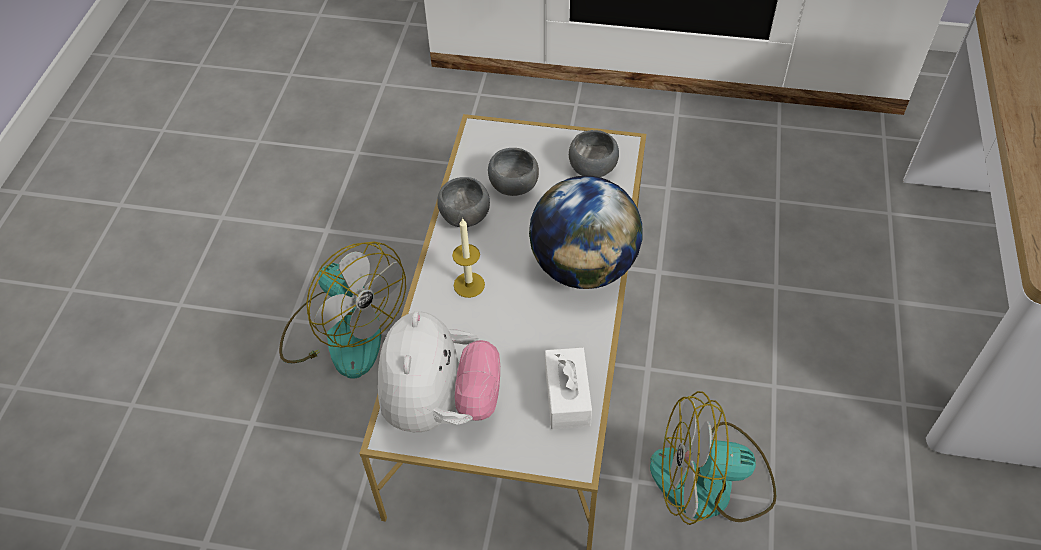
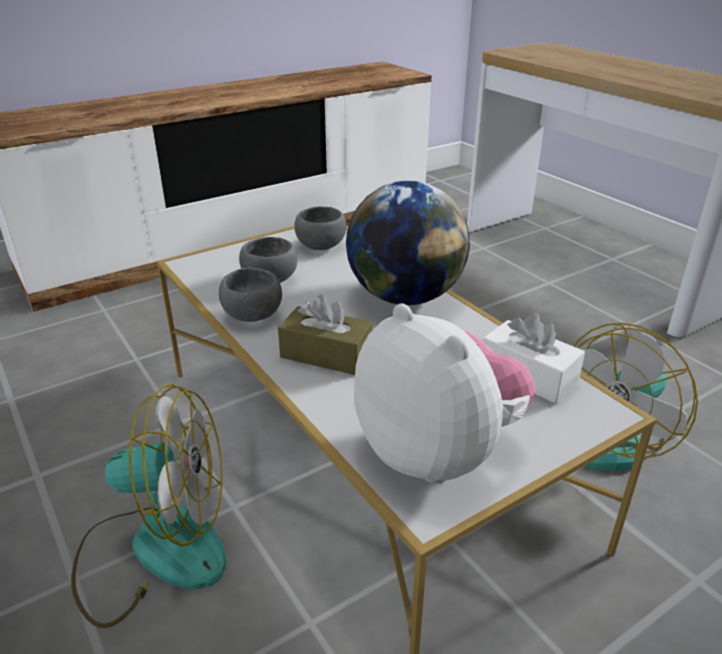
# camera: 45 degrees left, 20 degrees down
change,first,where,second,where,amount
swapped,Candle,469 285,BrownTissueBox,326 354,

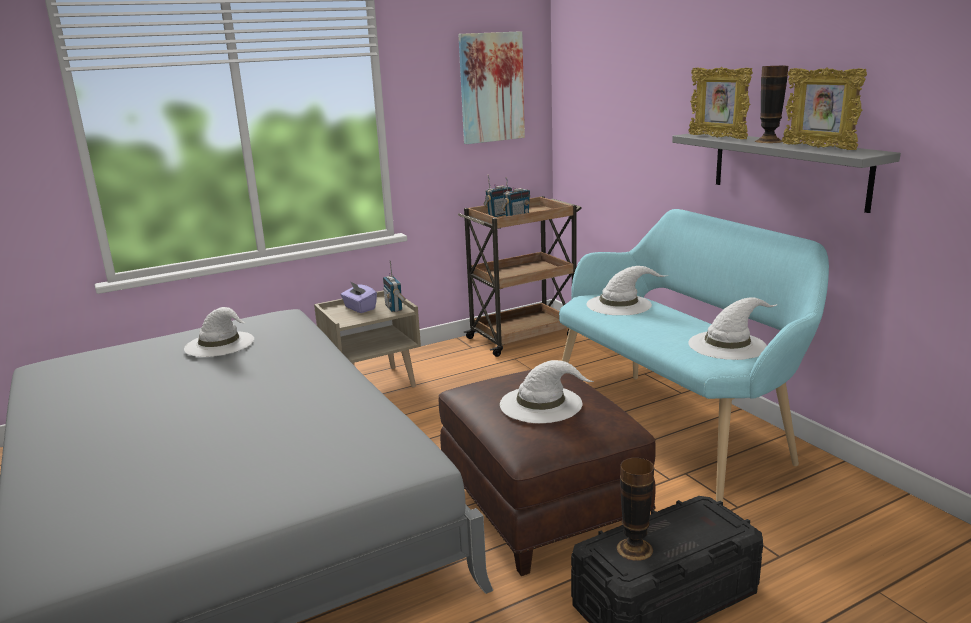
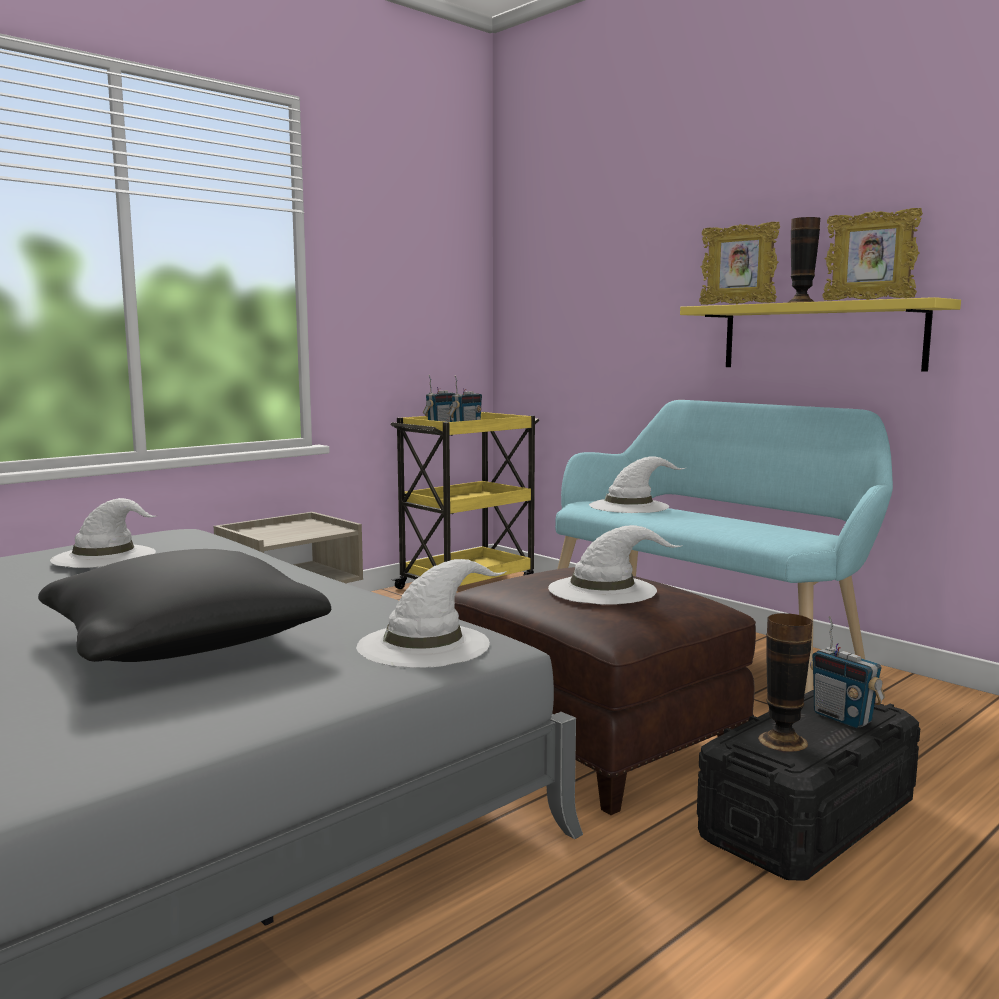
# camera: 15 degrees left, 10 degrees down
change,first,where,second,where,amount
gone,PurpleTissueBox,359 308,,,
gone,Picture,491 87,,,
new,,,BlackPillow,184 642,
shifted,Radio,394 308,,842 718,
shifted,WhiteHat,728 344,,425 644,
repainted,BrownCart,523 336,YellowCart,467 584,
repainted,GreyShelf,788 169,YellowShelf,820 336,

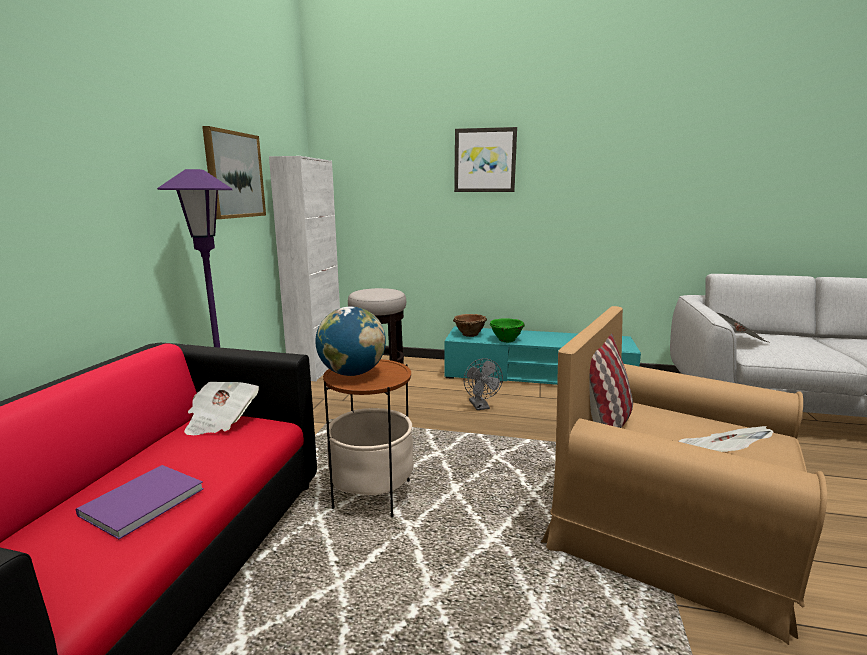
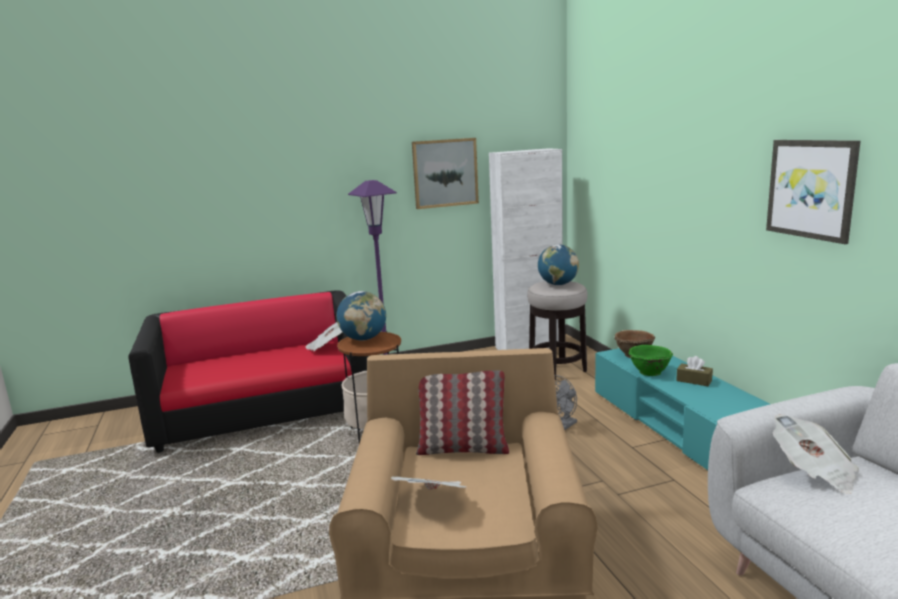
# camera: 60 degrees right, 0 degrees up
change,first,where,second,where,amount
gone,PurpleBook,138 502,,,
new,,,Globe,558 284,
new,,,BrownTissueBox,694 380,
shifted,Picture,485 160,,811 189,

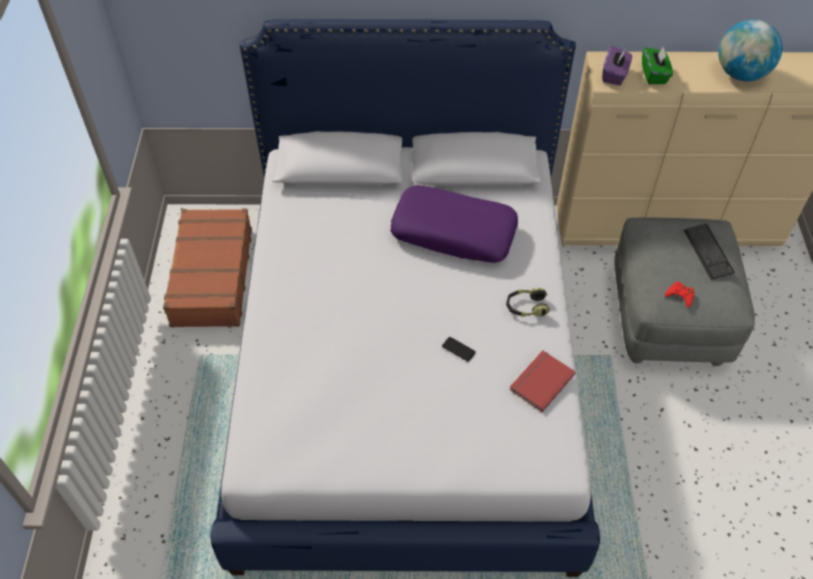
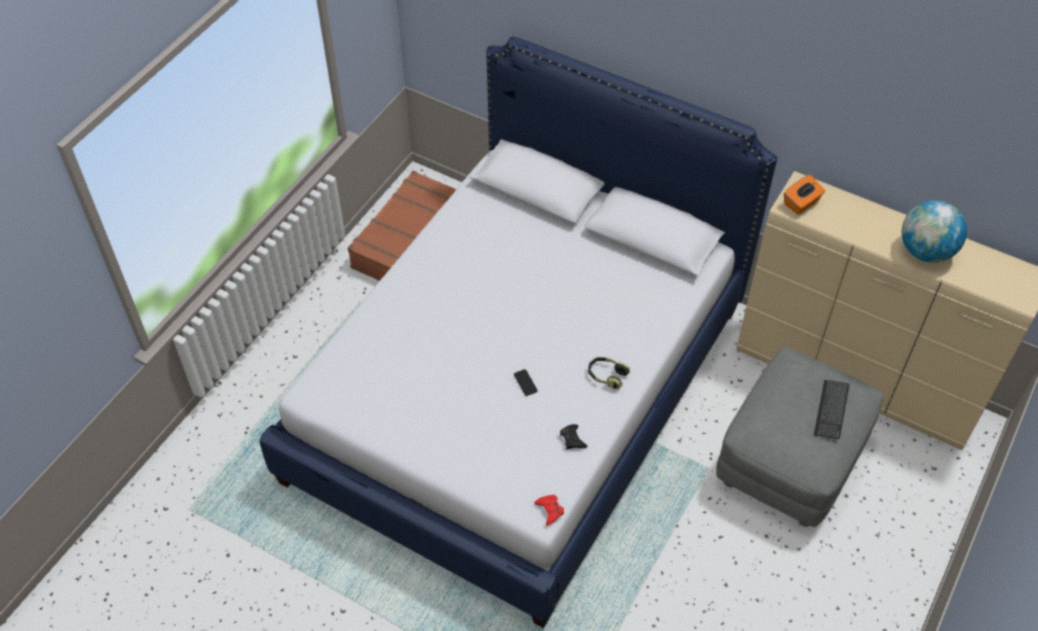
# camera: 30 degrees right, 0 degrees up
change,first,where,second,where,amount
gone,PurplePillow,454 232,,,
gone,GreenTissueBox,654 75,,,
shifted,RedGameController,680 295,,550 510,
swapped,RedBook,540 381,BlackGameController,572 439,
repainted,PurpleTissueBox,614 75,OrangeTissueBox,801 203,

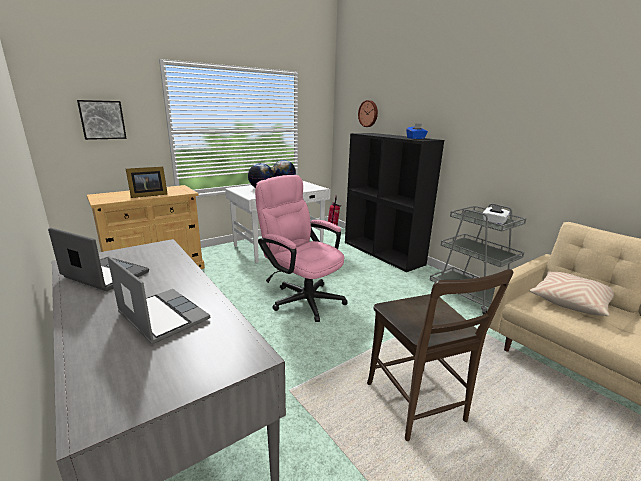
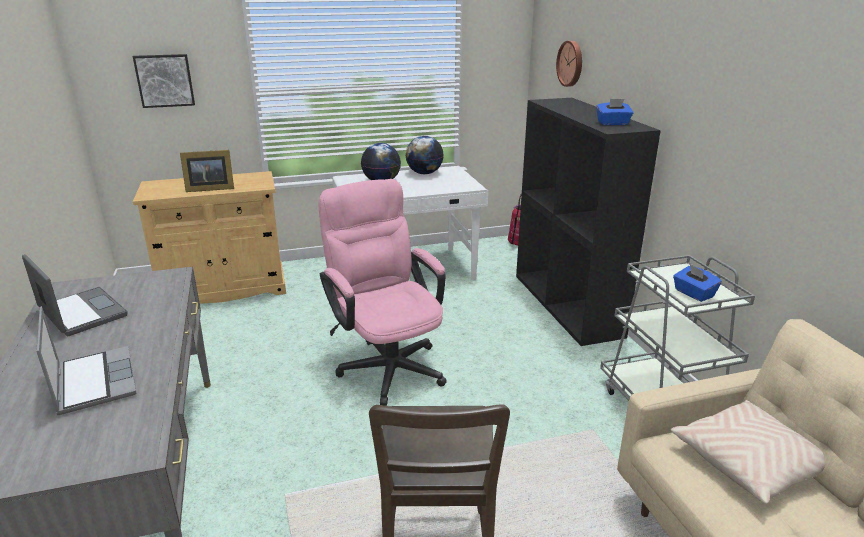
# camera: 20 degrees right, 5 degrees up
change,first,where,second,where,amount
repainted,WhiteTissueBox,494 222,BlueTissueBox,693 294,

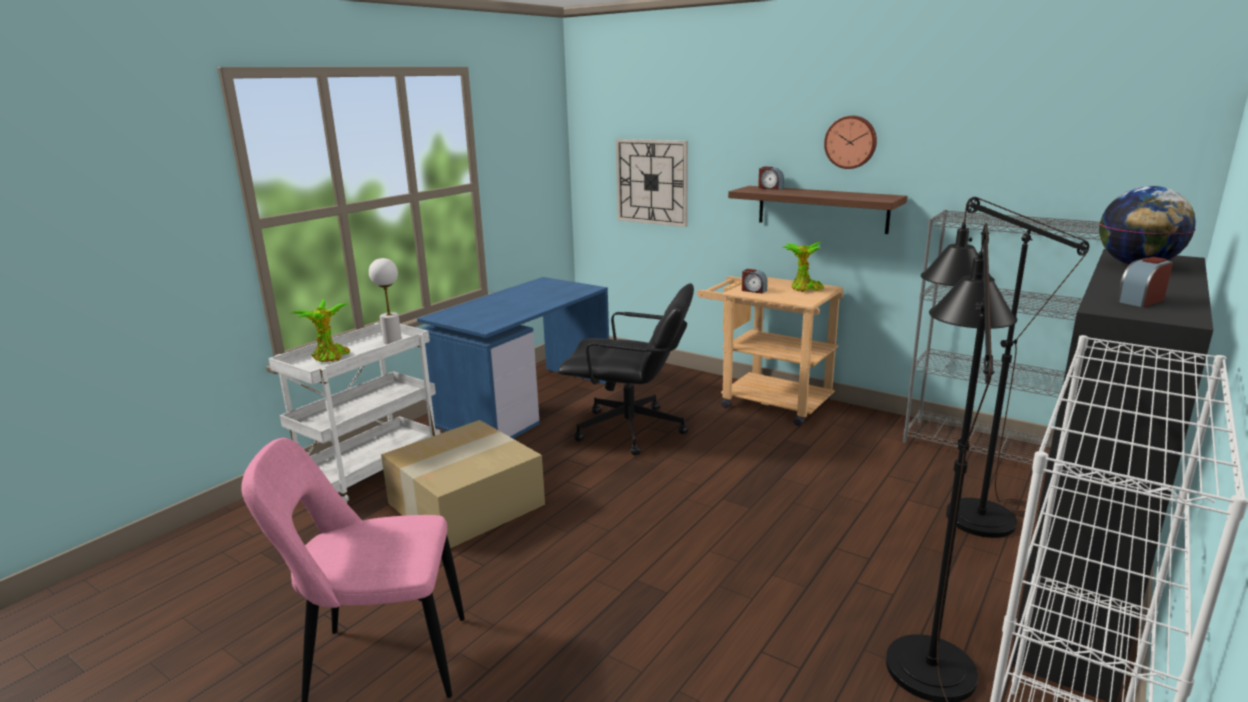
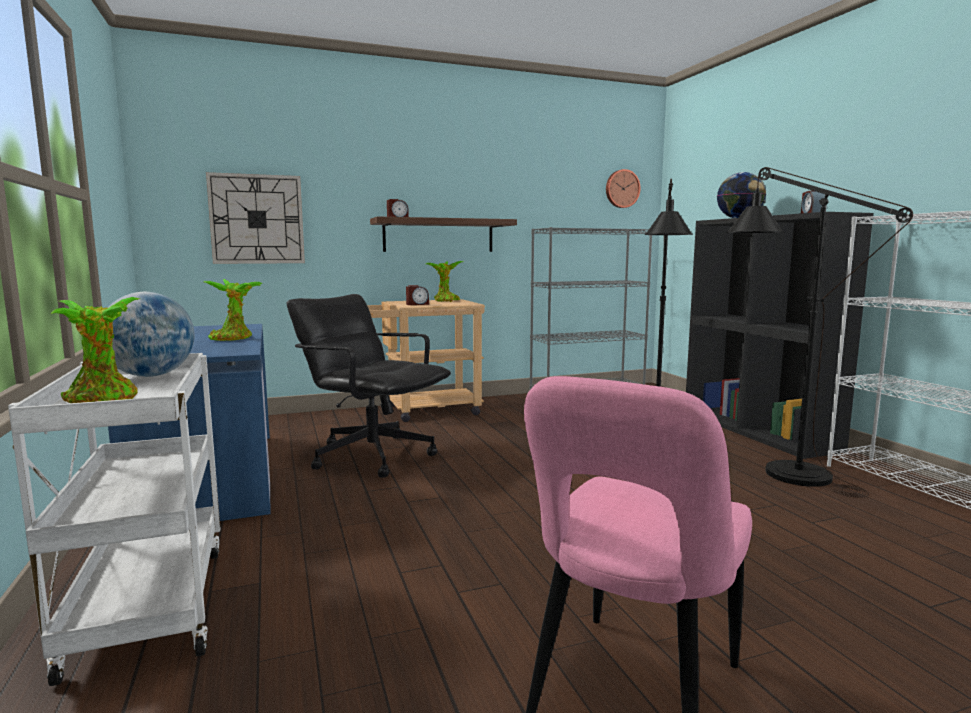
# camera: 55 degrees left, 10 degrees down
change,first,where,second,where,amount
gone,CardboardBox,466 502,,,
new,,,PottedPlant,234 338,
shifted,WallClock,851 142,,621 189,
swapped,WhiteTableLamp,392 341,Globe,151 376,
rotated,BlackOfficeChair,631 431,,372 455,105 degrees counterclockwise

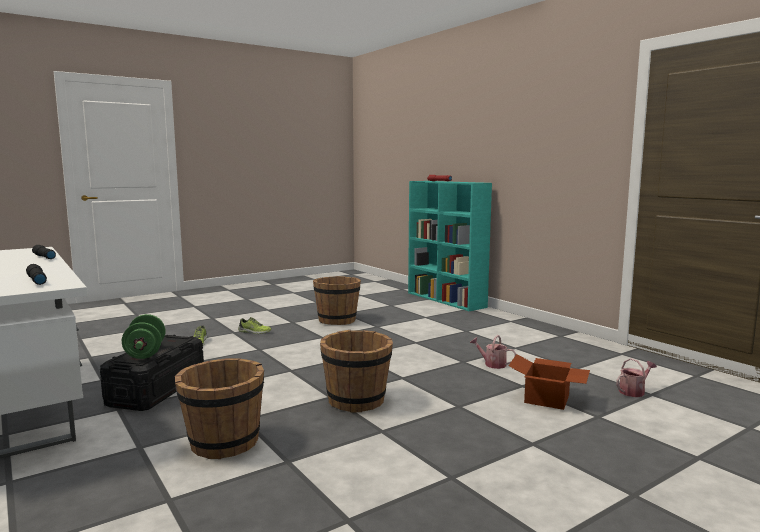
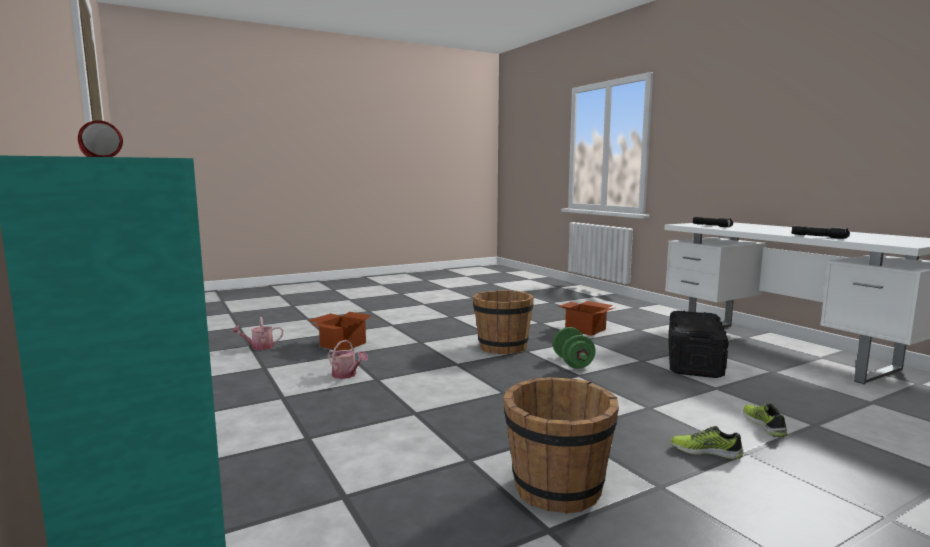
# camera: 175 degrees left, 0 degrees up
change,first,where,second,where,amount
shifted,GreenDumbbell,145 353,,573 363,
swapped,BrownBucket,223 443,CardboardBox,586 329,

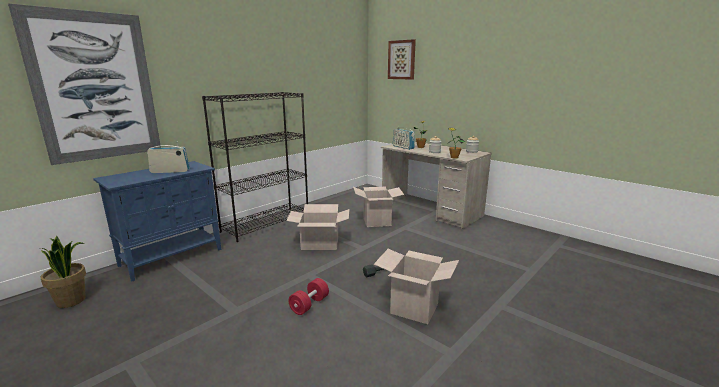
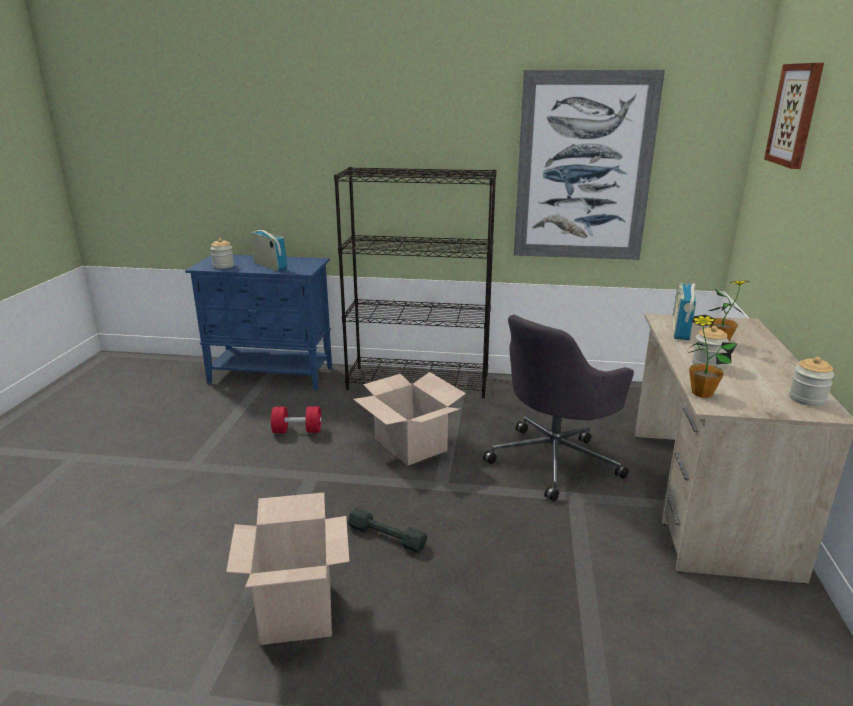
# camera: 55 degrees right, 5 degrees up
change,first,where,second,where,amount
gone,PottedPlant,72 300,,,
new,,,Jar,223 266,
shifted,Picture,95 87,,583 168,
shifted,RedDumbbell,309 305,,297 431,
swapped,CardboardBox,377 222,GreyOfficeChair,555 460,

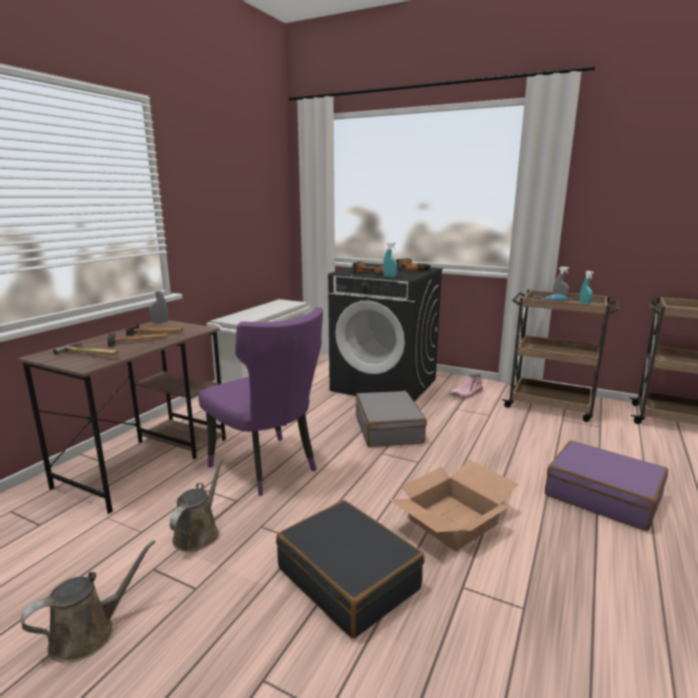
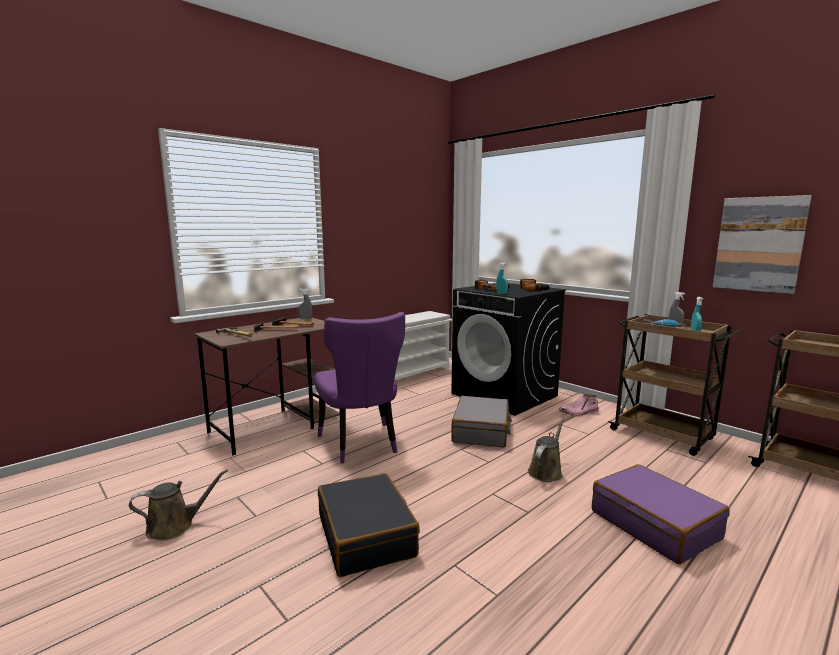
# camera: 20 degrees right, 5 degrees down
change,first,where,second,where,amount
gone,CardboardBox,452 522,,,
new,,,Picture,759 244,
shifted,BrownWateringCan,198 533,,546 471,

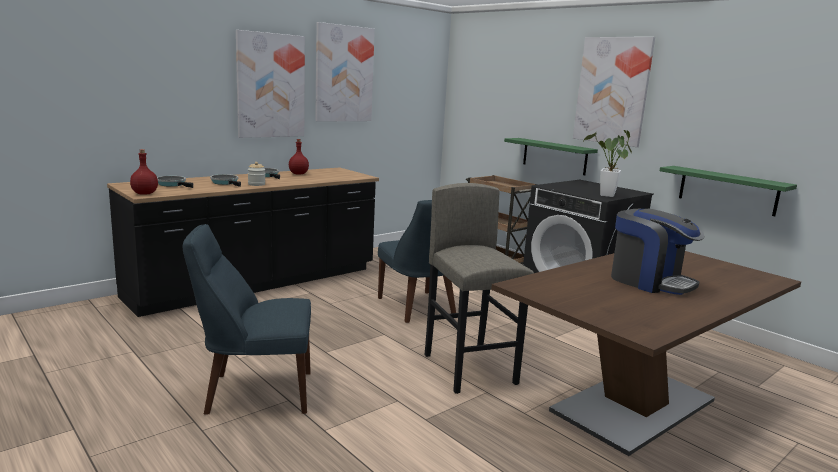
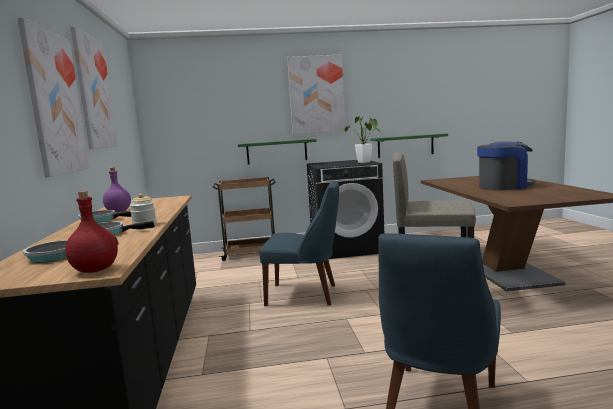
# camera: 55 degrees left, 5 degrees down
change,first,where,second,where,amount
repainted,RedBottle,298 174,PurpleBottle,118 211,

